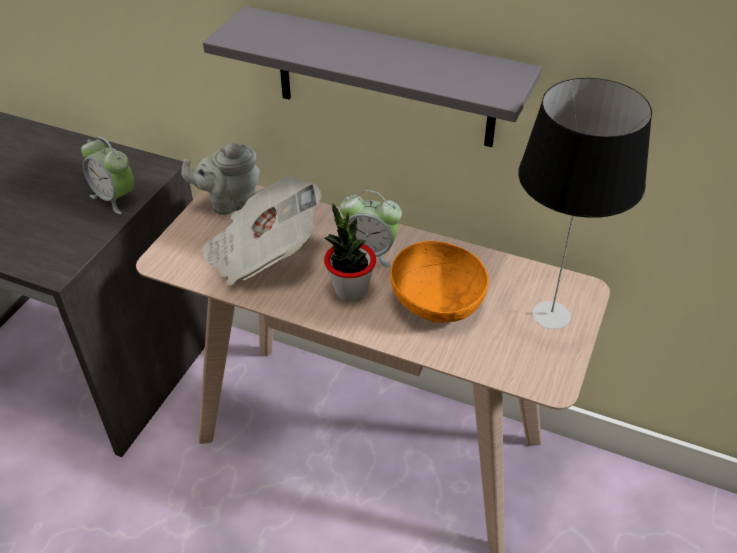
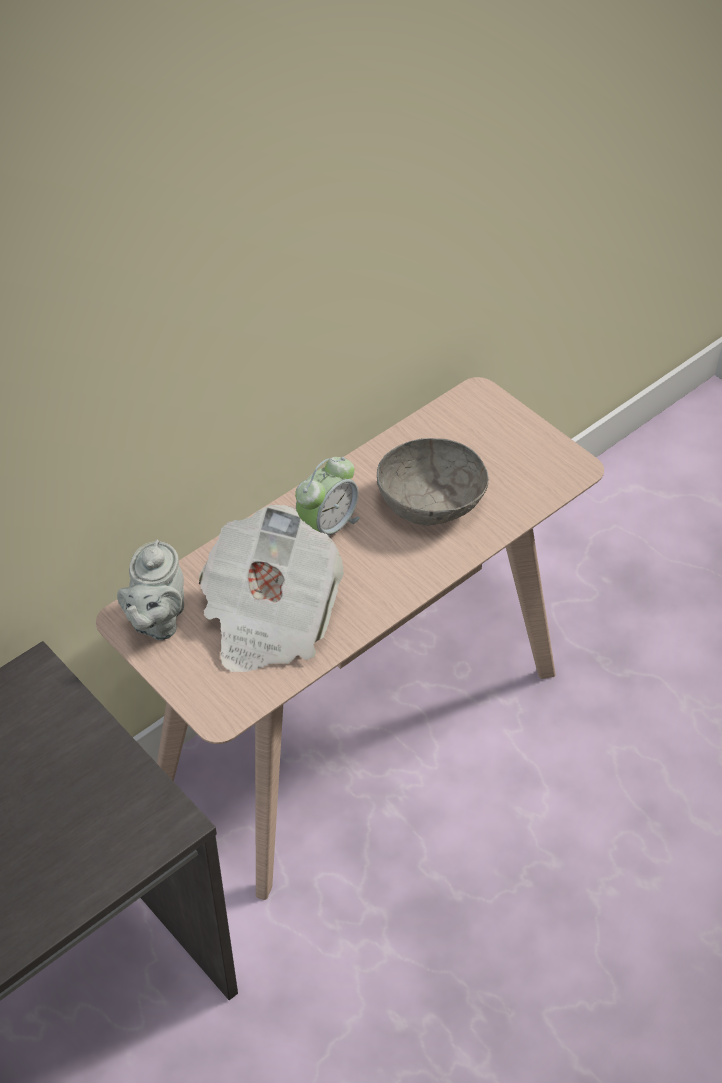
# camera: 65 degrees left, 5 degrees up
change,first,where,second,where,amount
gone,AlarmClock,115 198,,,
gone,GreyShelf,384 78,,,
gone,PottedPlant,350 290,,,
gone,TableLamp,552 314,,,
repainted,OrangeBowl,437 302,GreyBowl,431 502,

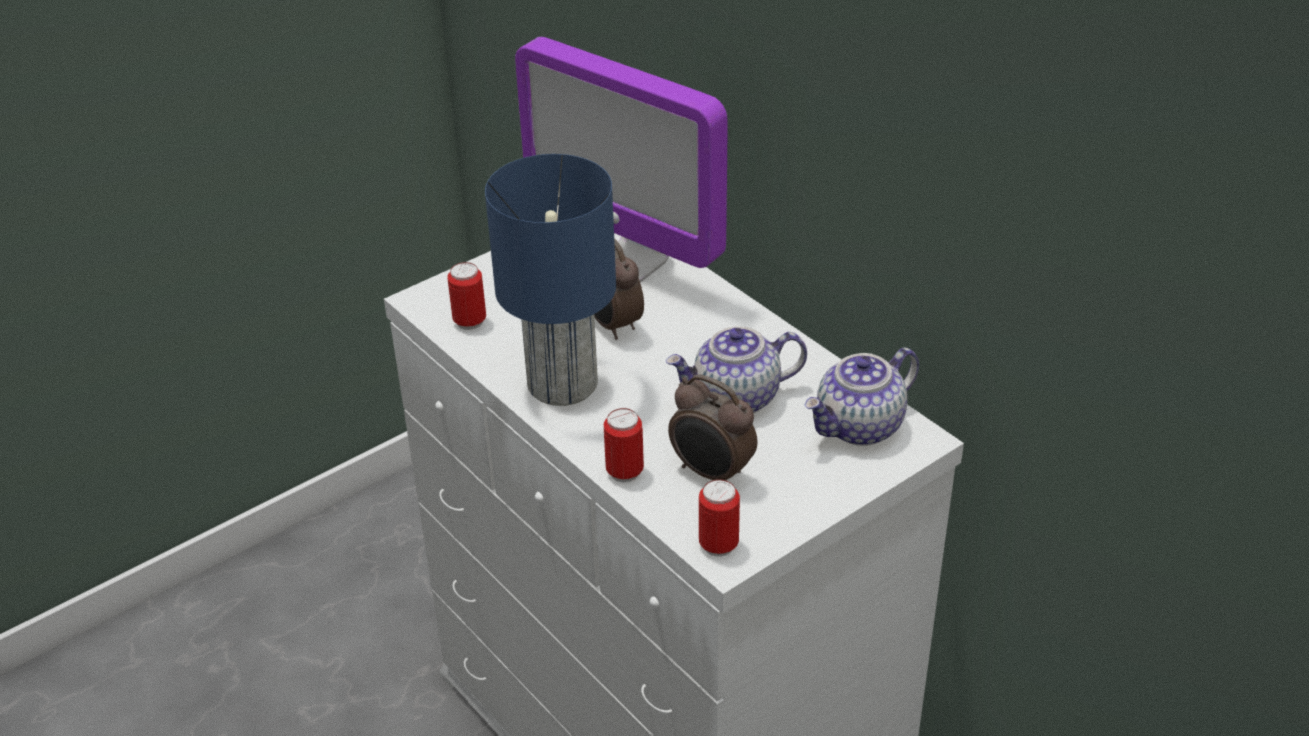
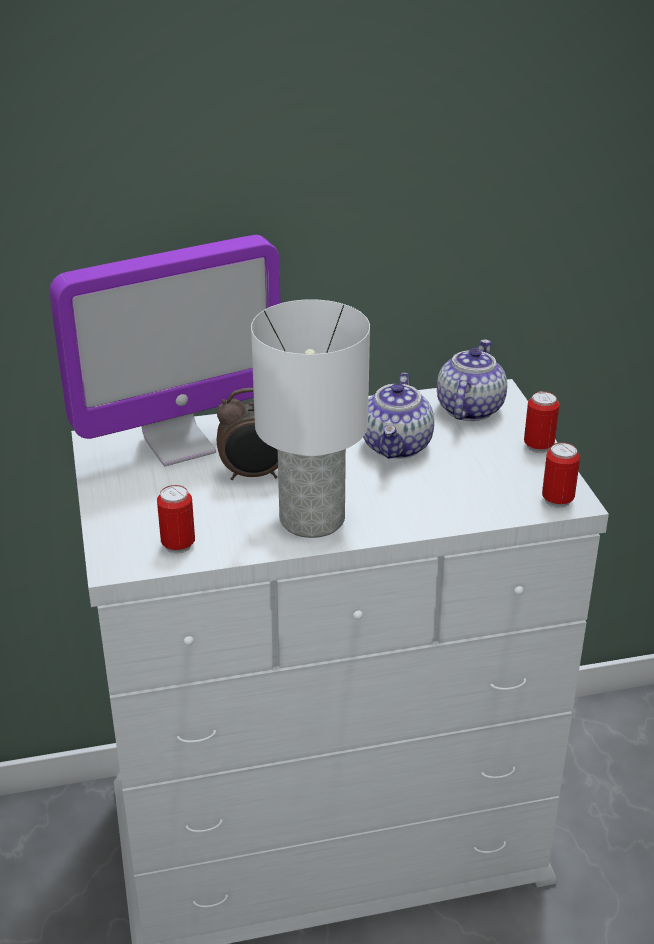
# camera: 65 degrees left, 5 degrees down
change,first,where,second,where,amount
gone,AlarmClock,711 474,,,
shifted,Can,624 472,,538 446,
repainted,BlueTableLamp,561 383,WhiteTableLamp,310 519,
rotated,Teapot,860 427,,469 409,150 degrees counterclockwise

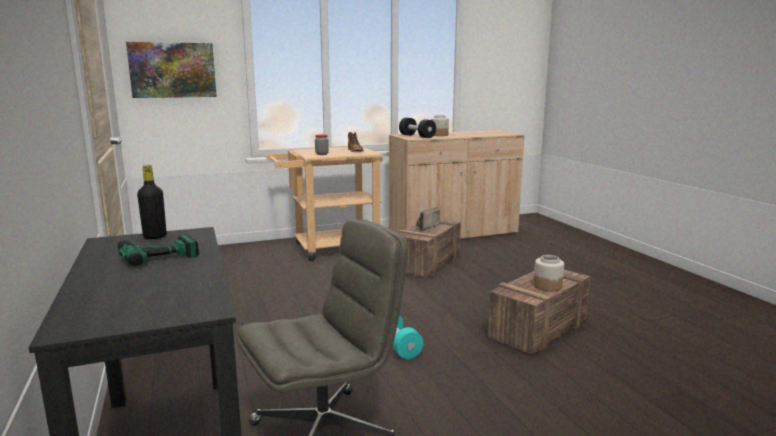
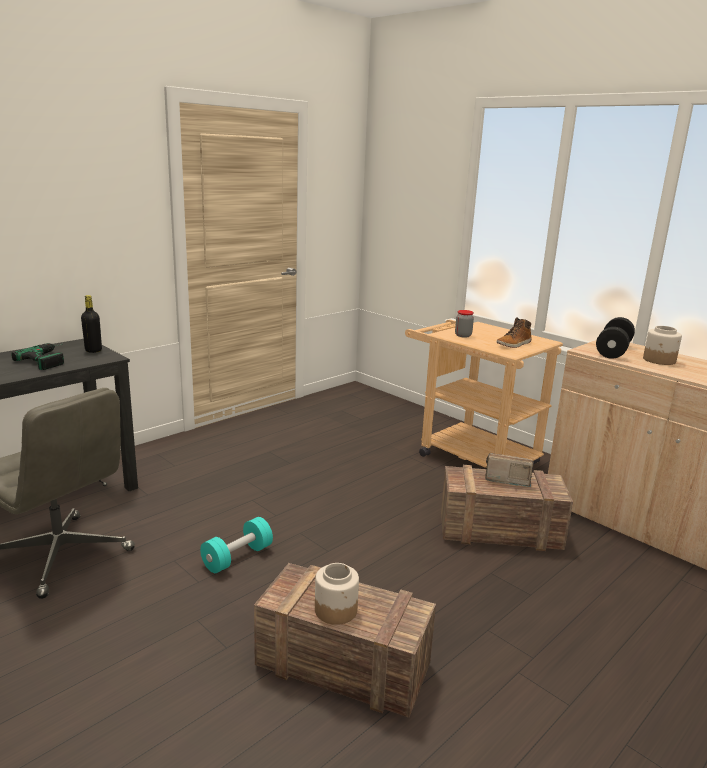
# camera: 65 degrees right, 5 degrees up
change,first,where,second,where,amount
gone,Picture,173 70,,,

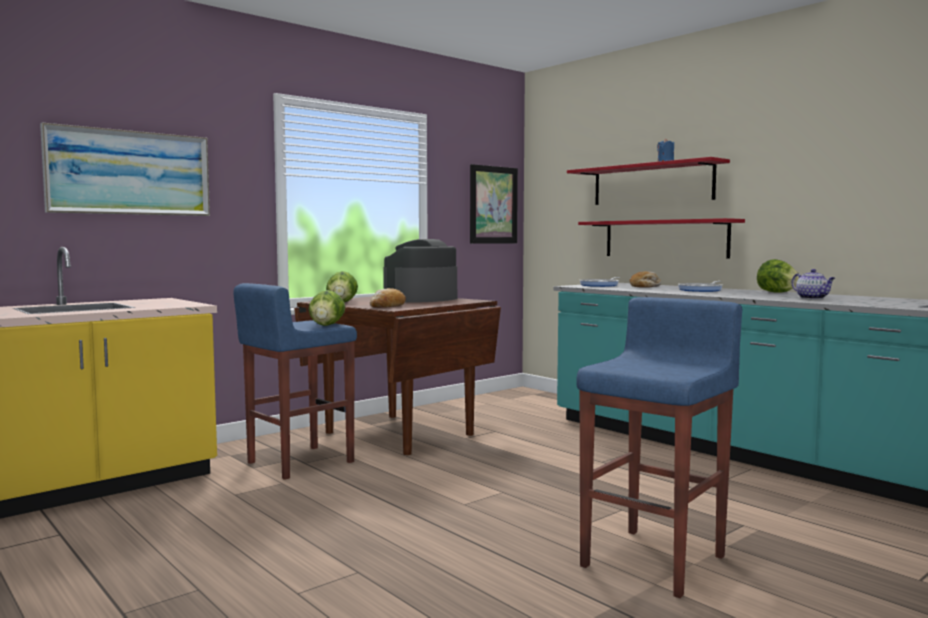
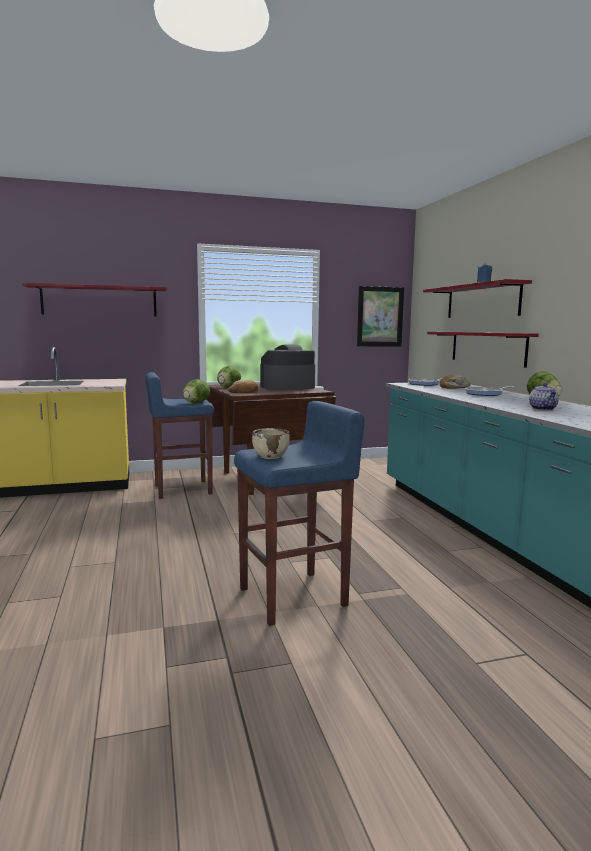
# camera: 25 degrees right, 5 degrees up
change,first,where,second,where,amount
new,,,BeigeBowl,270 456,
swapped,Picture,129 173,RedShelf,99 301,

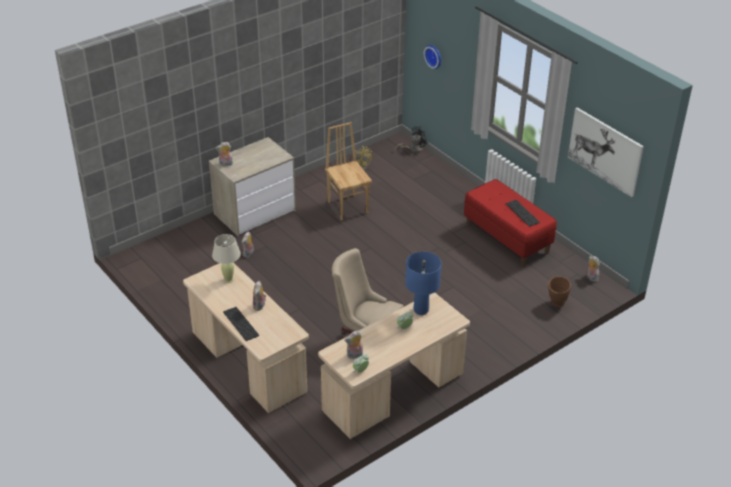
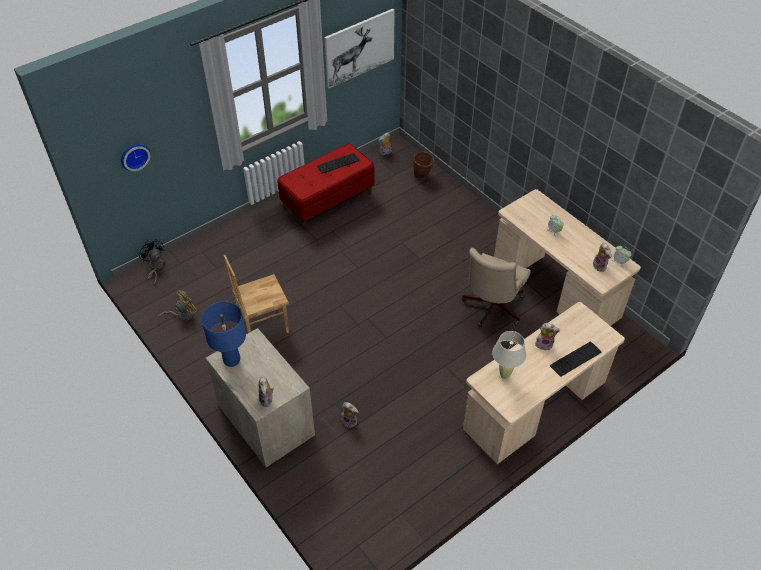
# camera: 90 degrees left, 10 degrees up
change,first,where,second,where,amount
shifted,BlueTableLamp,420 310,,231 360,

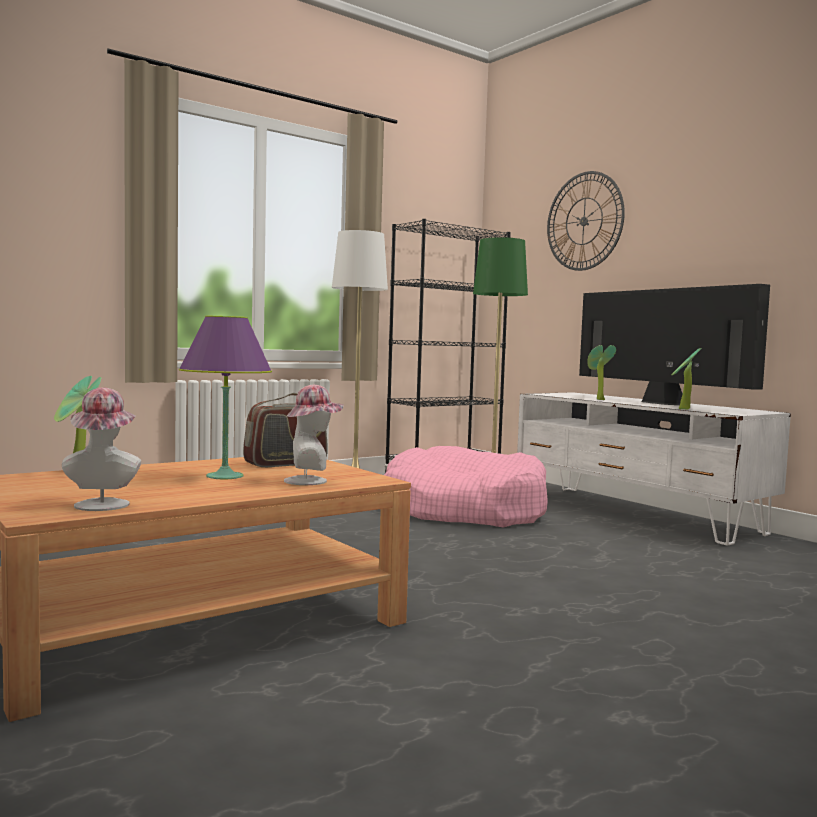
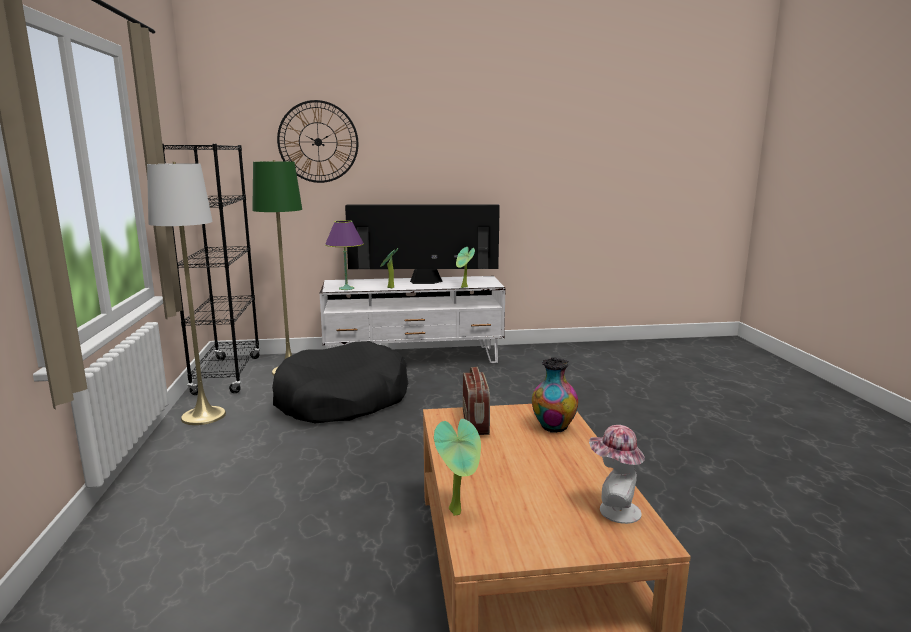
# camera: 60 degrees left, 10 degrees up
change,first,where,second,where,amount
shifted,PurpleTableLamp,224 476,,346 288,
swapped,Hat,311 481,Vase,553 427,
repainted,PinkDogBed,464 510,BlackDogBed,342 400,

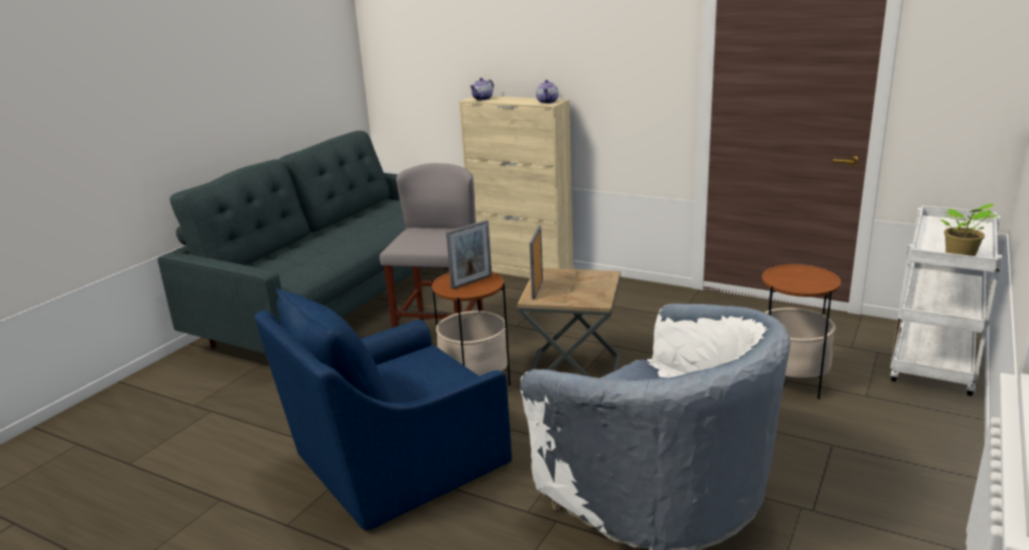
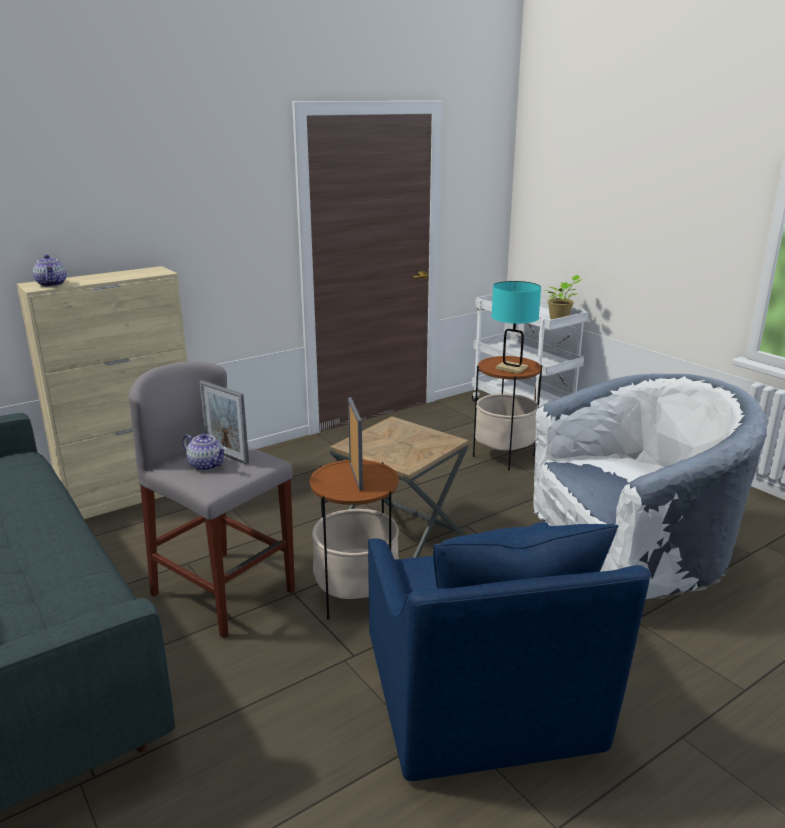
# camera: 65 degrees left, 0 degrees up
change,first,where,second,where,amount
new,,,TurquoiseTableLamp,511 368,
shifted,PictureFrame,537 289,,227 455,
shifted,Teapot,547 102,,207 465,

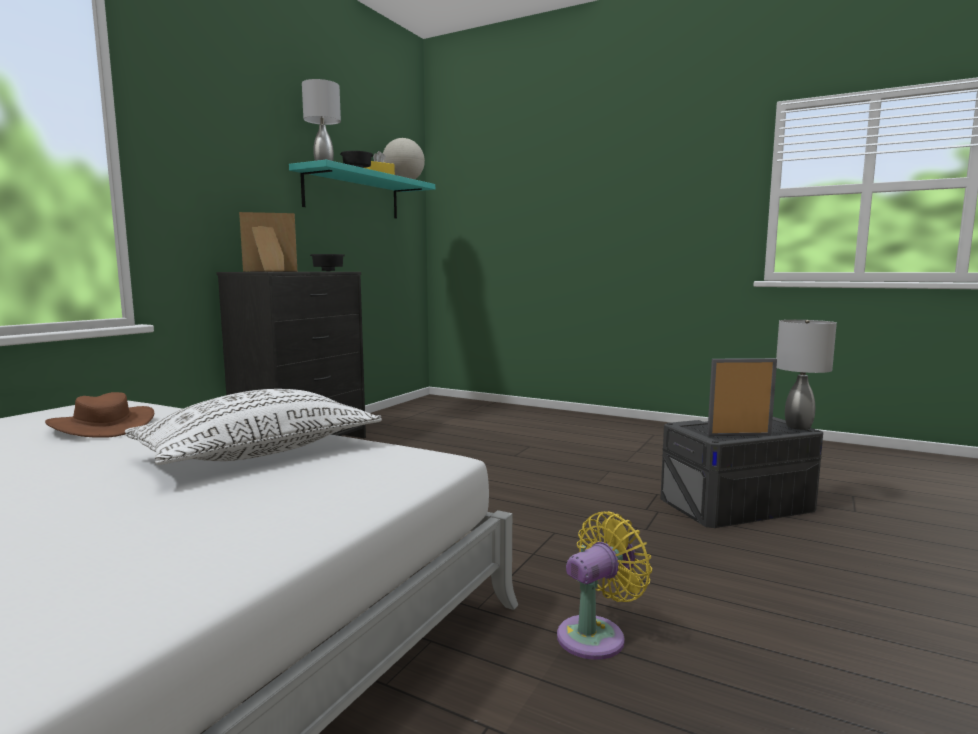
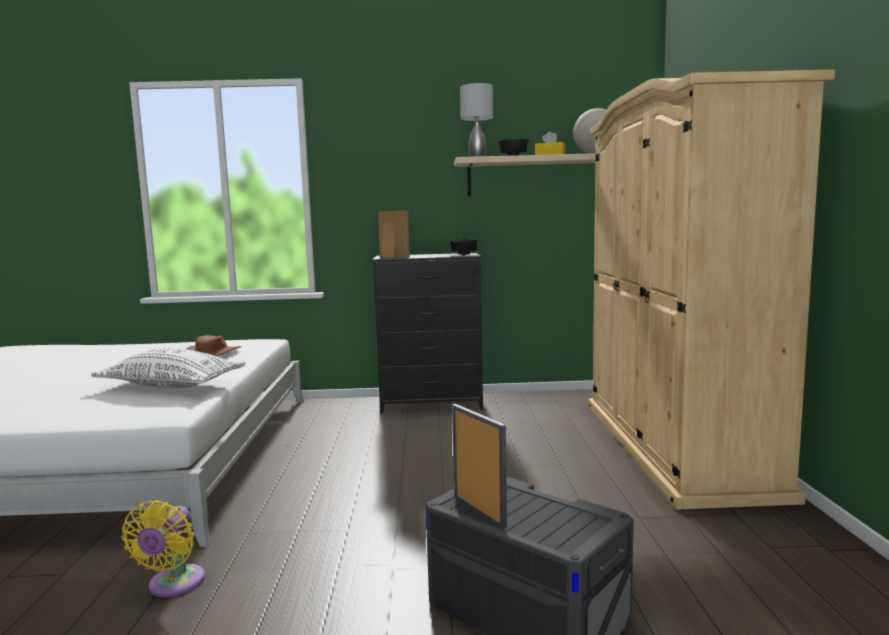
# camera: 60 degrees right, 0 degrees up
change,first,where,second,where,amount
gone,GreyTableLamp,799 427,,,
new,,,BeigeWardrobe,674 445,
repainted,TurquoiseShelf,353 195,BeigeShelf,535 176,
rotated,YellowFan,596 635,,173 585,75 degrees clockwise

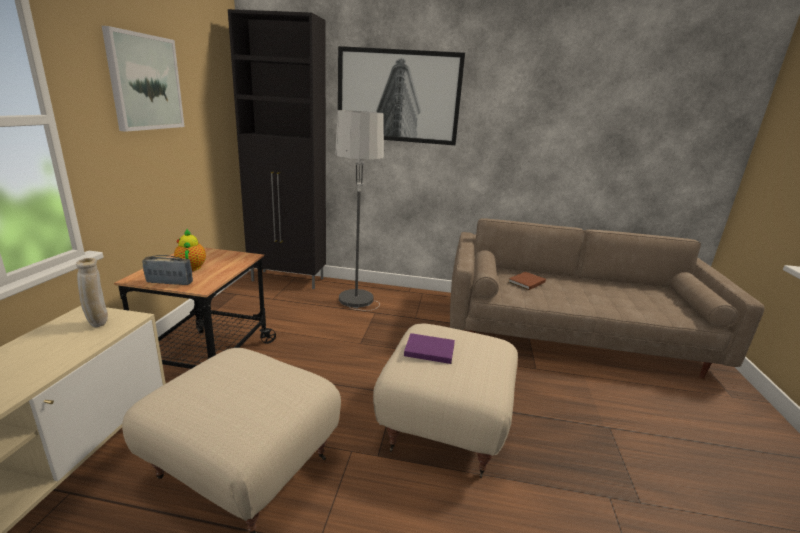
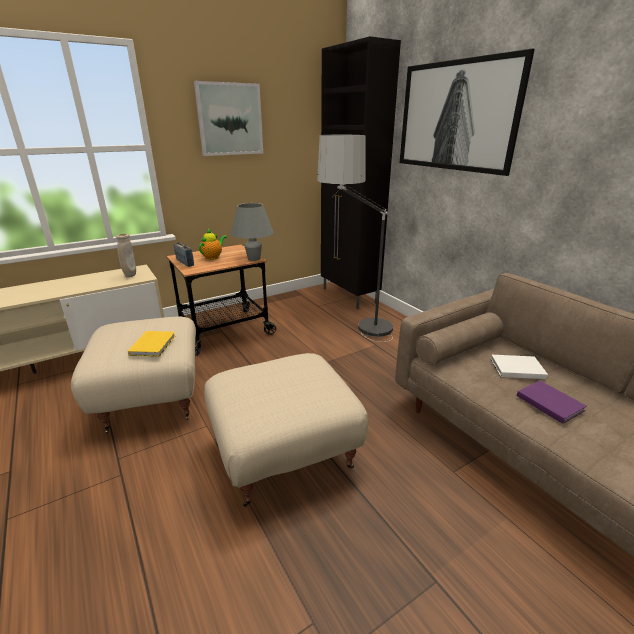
# camera: 50 degrees right, 5 degrees up
change,first,where,second,where,amount
new,,,YellowBook,154 344,
new,,,GreyTableLamp,254 259,
shifted,PurpleBook,428 349,,548 402,
repainted,BrownBook,525 282,WhiteBook,515 368,

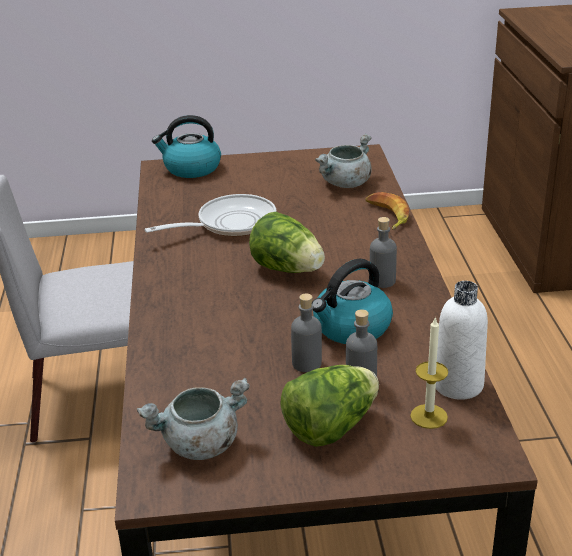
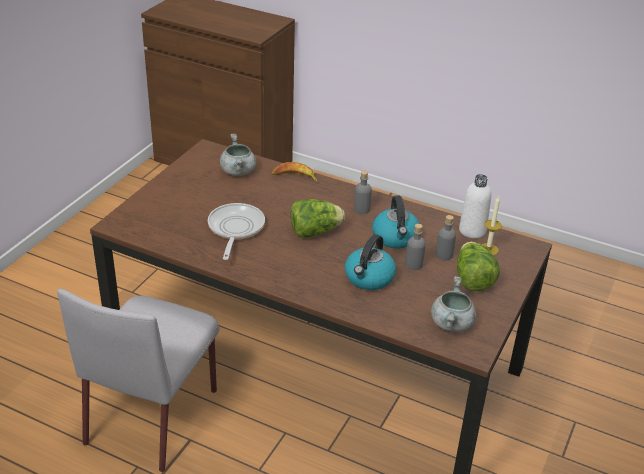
# camera: 60 degrees left, 5 degrees up
change,first,where,second,where,amount
shifted,Kettle,191 168,,369 278,

